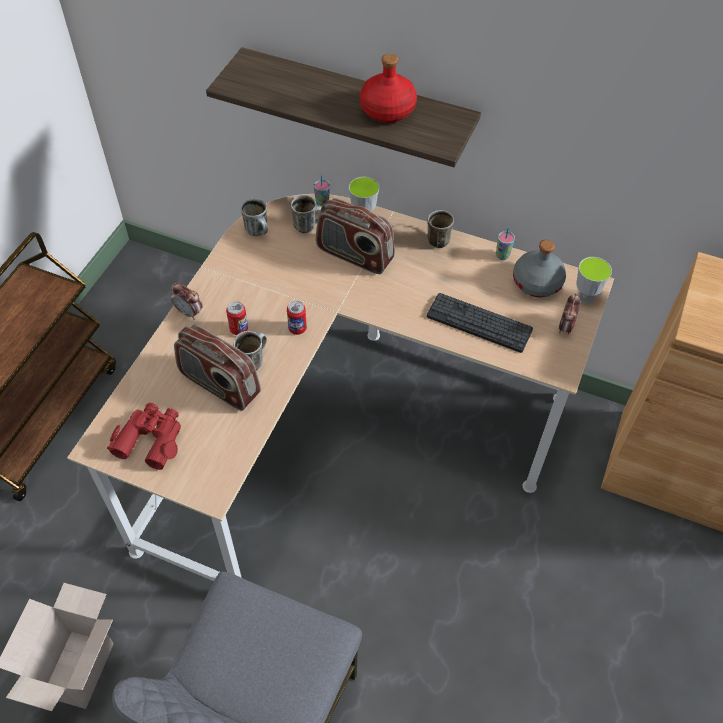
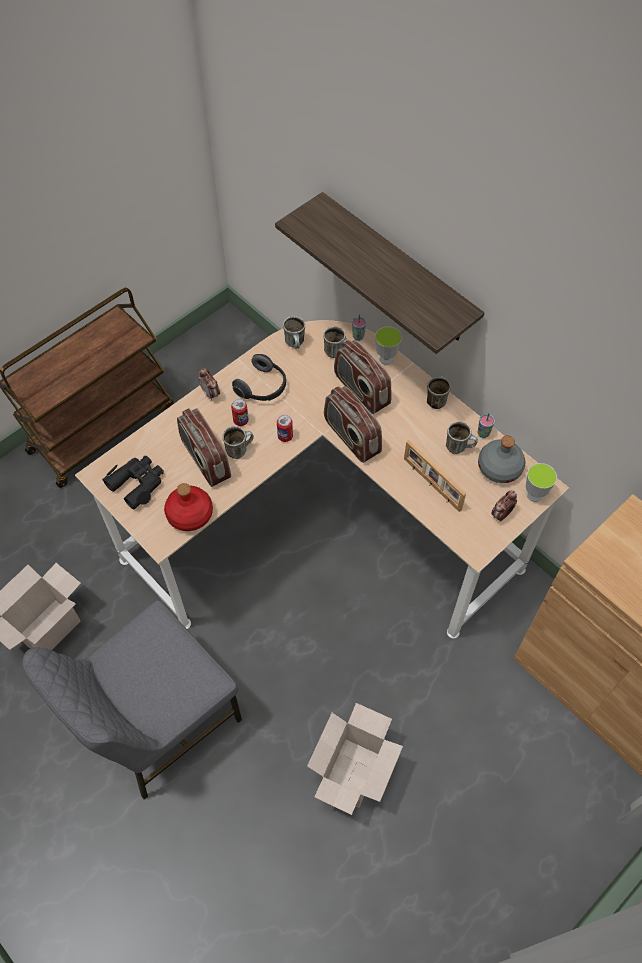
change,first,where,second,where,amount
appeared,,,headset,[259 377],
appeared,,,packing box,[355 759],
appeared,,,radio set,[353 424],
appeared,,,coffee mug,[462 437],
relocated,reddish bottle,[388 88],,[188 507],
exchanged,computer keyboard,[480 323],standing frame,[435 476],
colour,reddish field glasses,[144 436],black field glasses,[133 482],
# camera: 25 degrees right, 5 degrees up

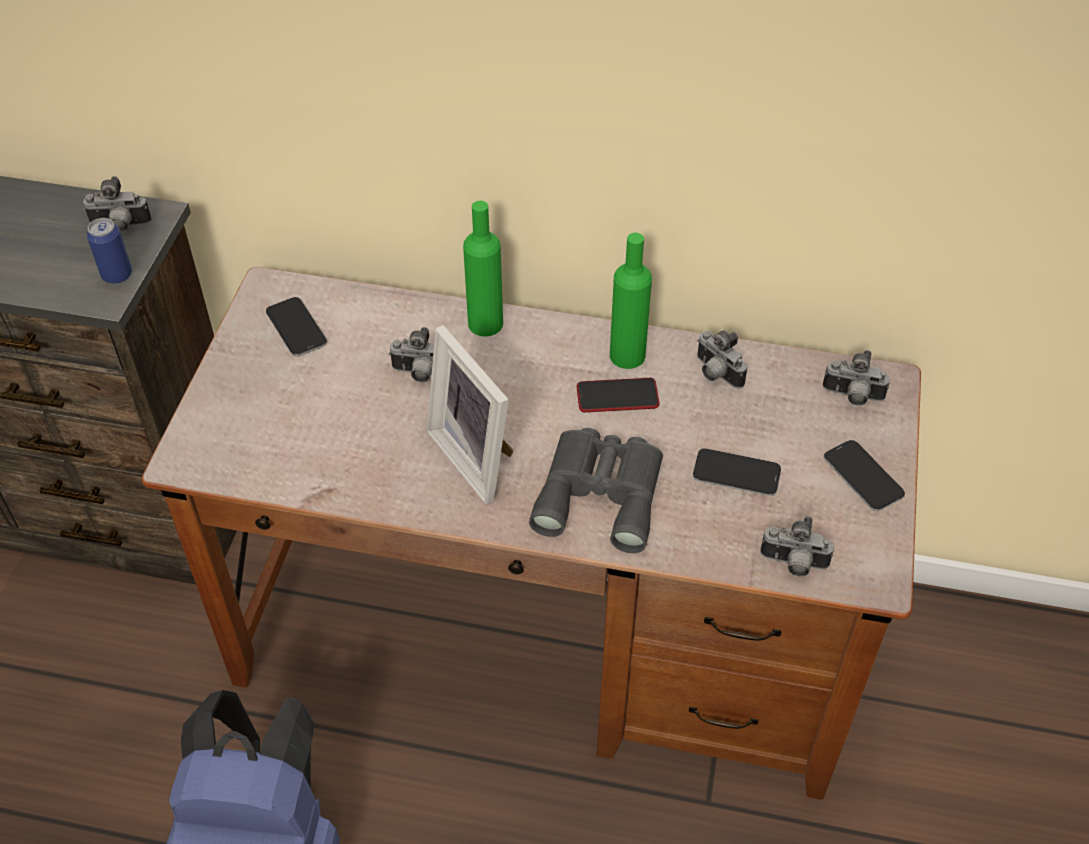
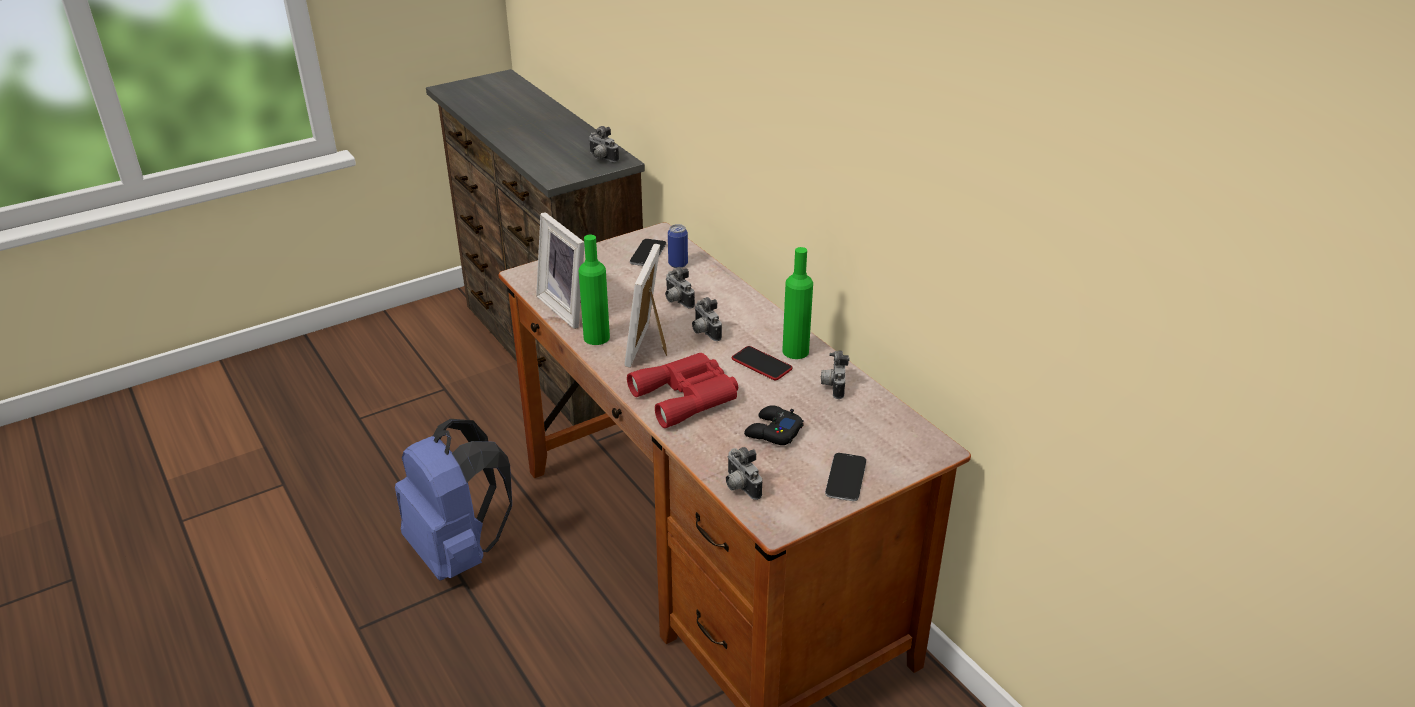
change,first,where,second,where,amount
appeared,,,standing frame,[560 270],
relocated,can,[109 251],,[678 246],
relocated,green-coloured bottle,[483 269],,[594 290],
relocated,still camera,[856 378],,[707 319],
exchanged,handset,[737 472],black gamepad,[774 425],
colour,grey field glasses,[596 490],reddish field glasses,[682 390],
# camera: 45 degrees right, 15 degrees down

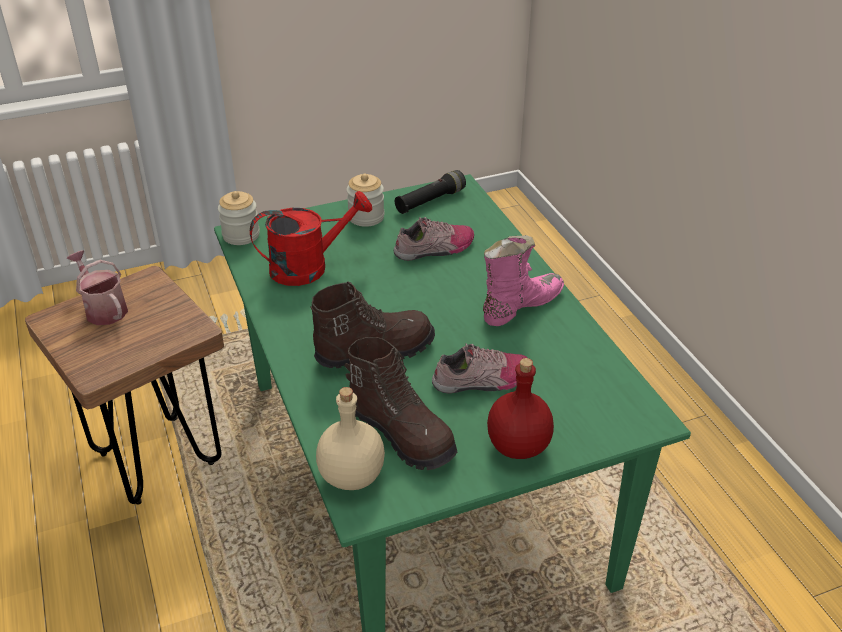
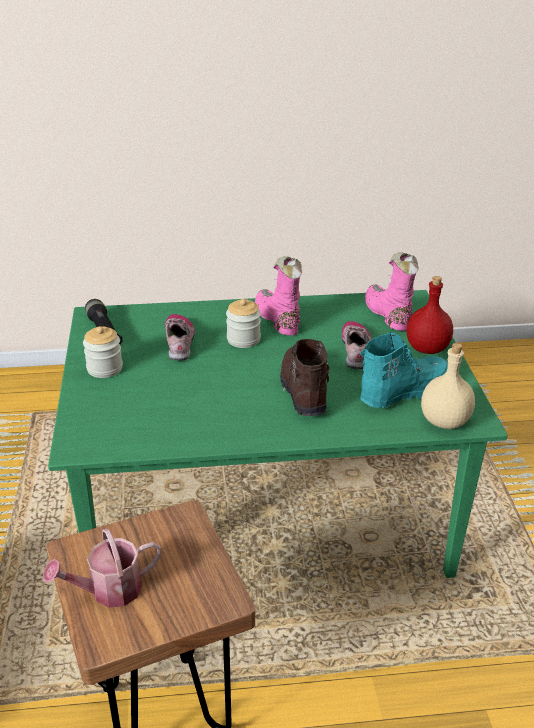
change,first,where,second,where,amount
missing,reddish sprinkling can,[311 238],,,
appeared,,,pink high-top boot,[392 291],
relocated,preserve jar,[239 218],,[243 323],
colour,brown high-top boot,[401 403],blue-green high-top boot,[404 370],
# camera: 75 degrees left, 5 degrees down

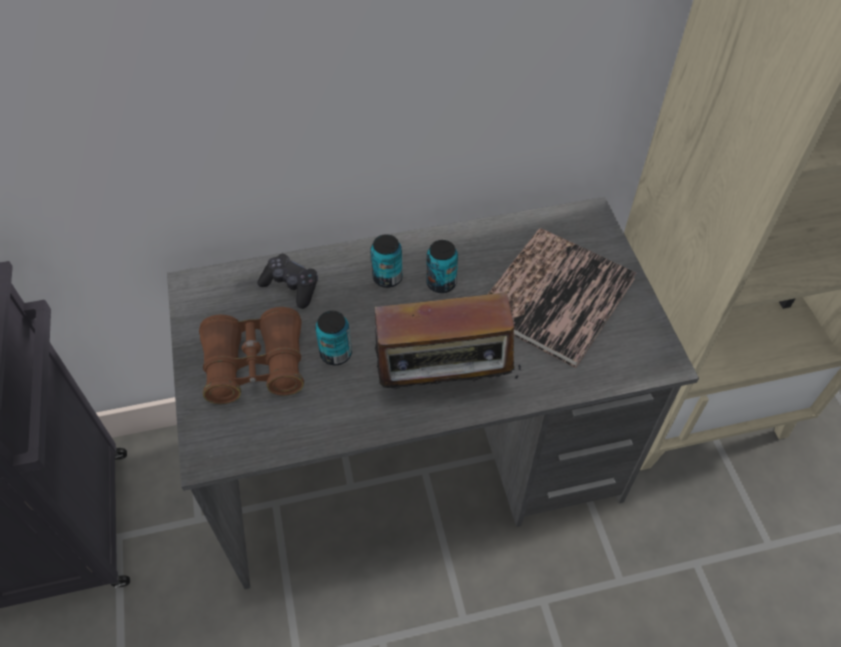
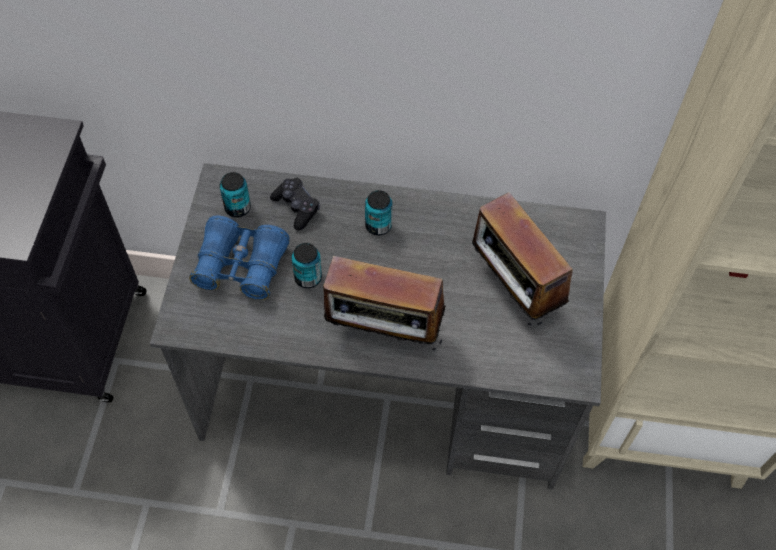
change,first,where,second,where,amount
relocated,can,[442 266],,[235 194],
exchanged,book,[562 298],radio set,[522 259],
colour,brown field glasses,[251 355],blue field glasses,[239 258],
# camera: 20 degrees right, 5 degrees up

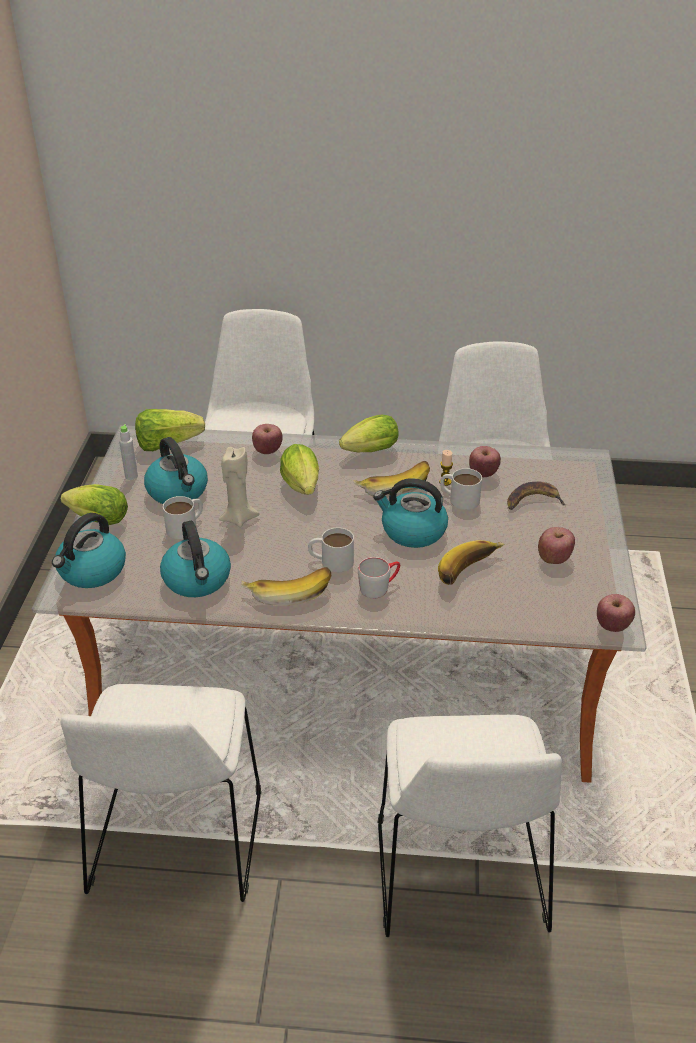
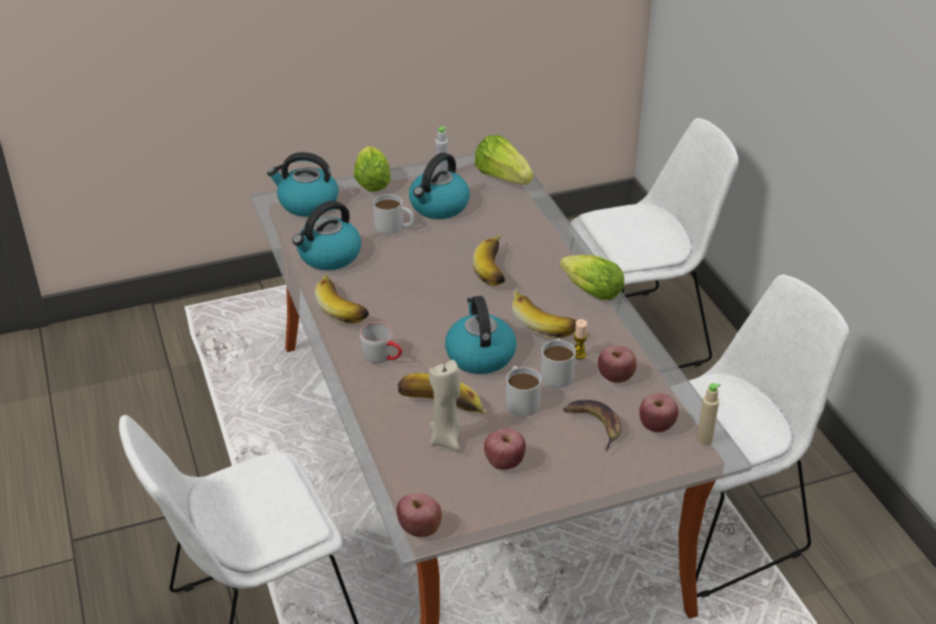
change,first,where,second,where,amount
missing,whitish upright chair,[161 793],,,
appeared,,,beige-coloured bottle,[709 414],
relocated,beige-coloured candle,[239 487],,[445 405],
relocated,whole apple,[267 439],,[659 412],
relocated,whitish coffee mug,[331 549],,[523 391],
exchanged,head of lettuce,[299 469],banana fruit,[489 260],
# camera: 65 degrees right, 0 degrees up

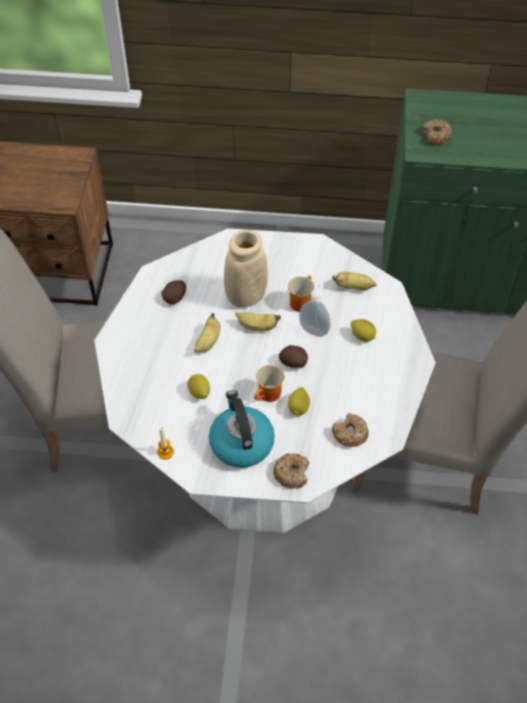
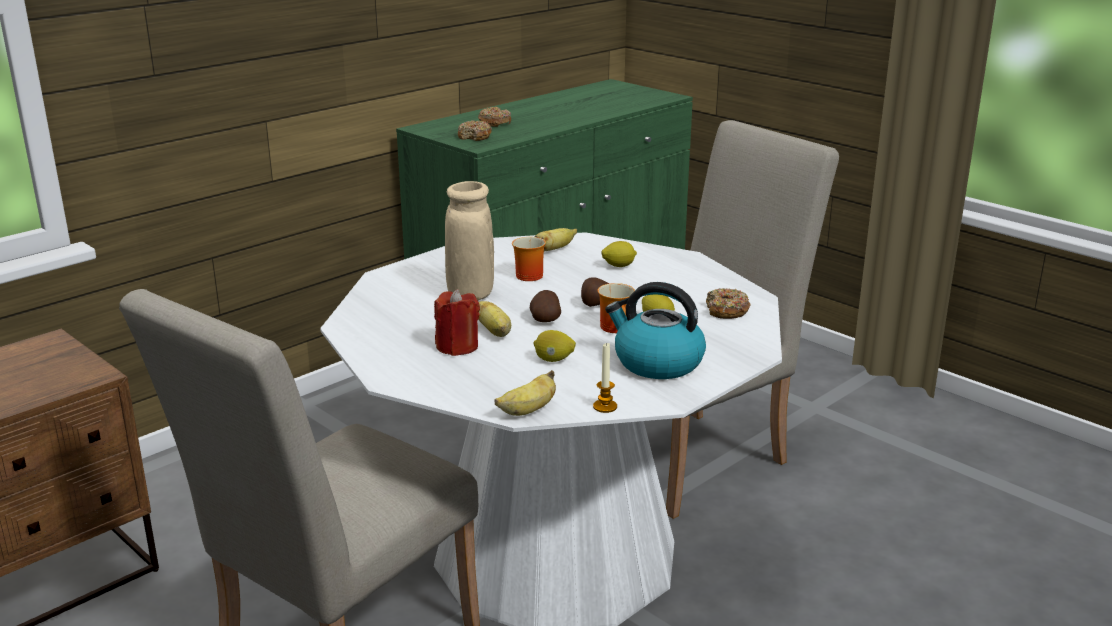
change,first,where,second,where,amount
missing,liquid soap bottle,[315 311],,,
appeared,,,reddish candle,[457 322],
relocated,potato,[173 292],,[545 306],
relocated,banana fruit,[258 321],,[525 393],
relocated,doughnut,[291 471],,[494 117],
# camera: 50 degrees left, 30 degrees down

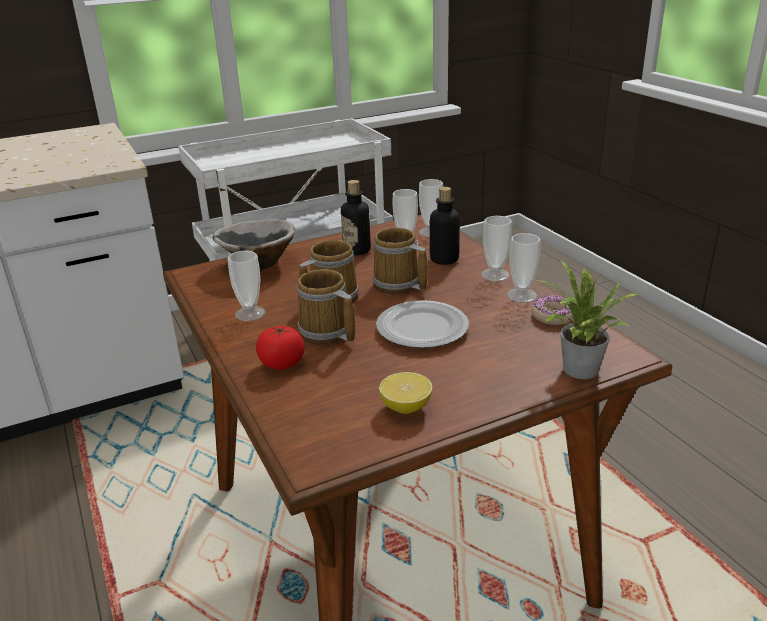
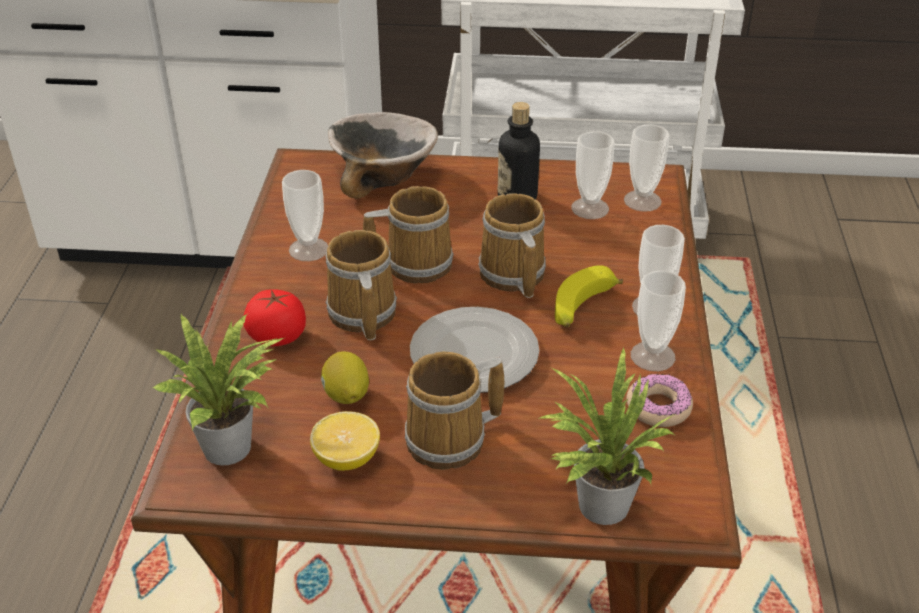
change,first,where,second,where,amount
missing,bottle,[444 226],,,
appeared,,,potted plant,[218 389],
appeared,,,whole lemon,[345 377],
appeared,,,coffee mug,[454 410],
appeared,,,banana fruit,[589 296],
# camera: 30 degrees right, 10 degrees up

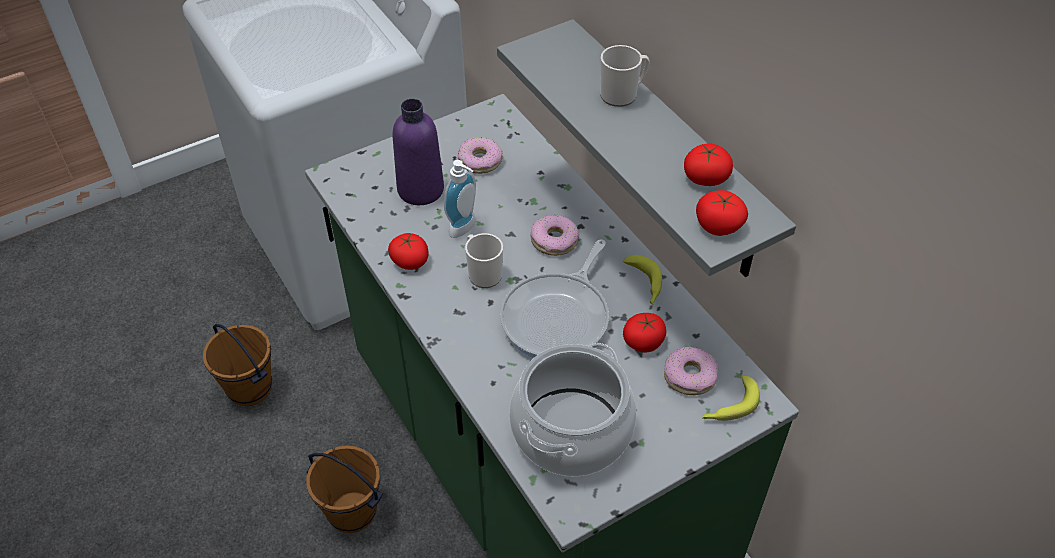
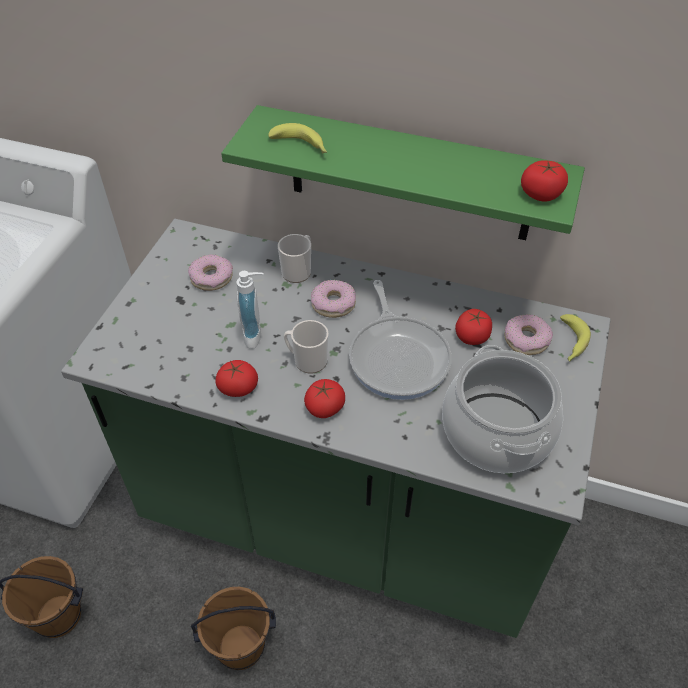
change,first,where,second,where,amount
missing,purple bottle,[418 152],,,
relocated,coffee mug,[625 76],,[294 258],
relocated,banana fruit,[642 280],,[297 138],
relocated,fresh tomato,[708 165],,[324 398],
colour,grey shelf,[646 148],green-coloured shelf,[403 172],
# camera: 40 degrees left, 0 degrees up

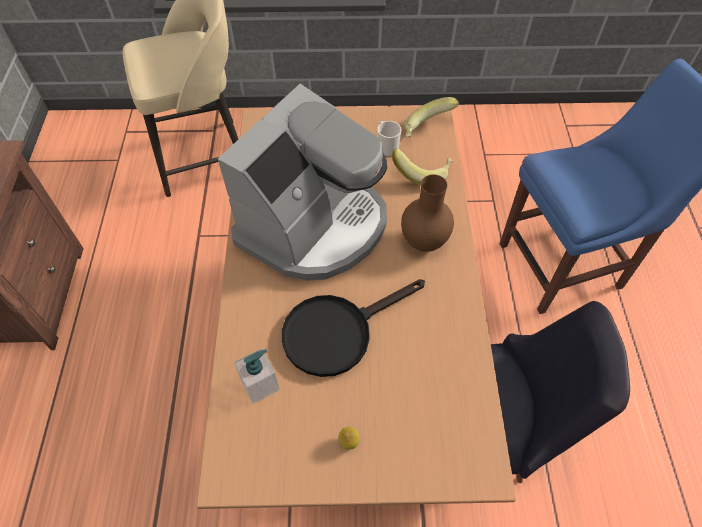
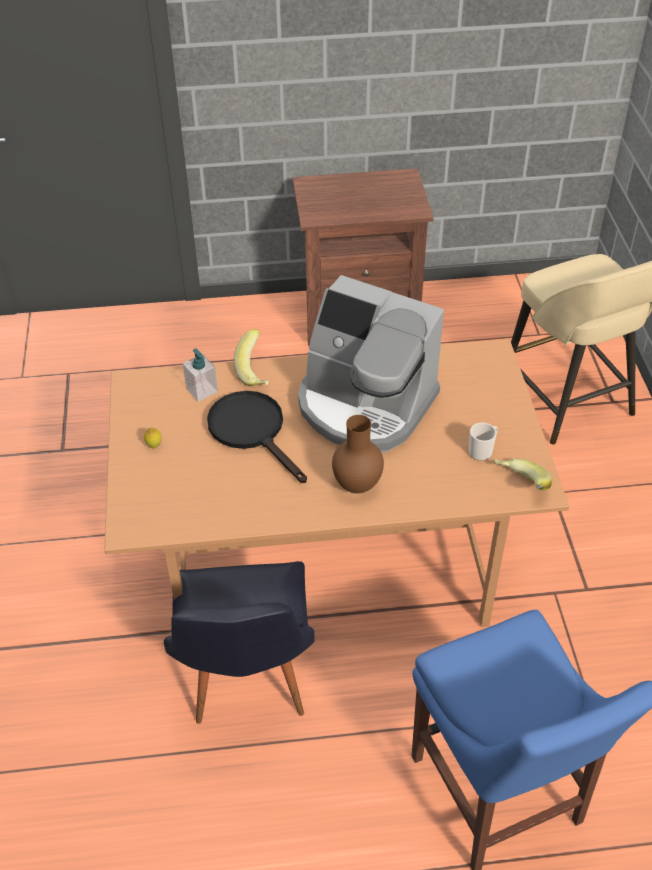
change,first,where,second,where,amount
relocated,banana fruit,[422 166],,[251 357],
# camera: 85 degrees right, 10 degrees down

